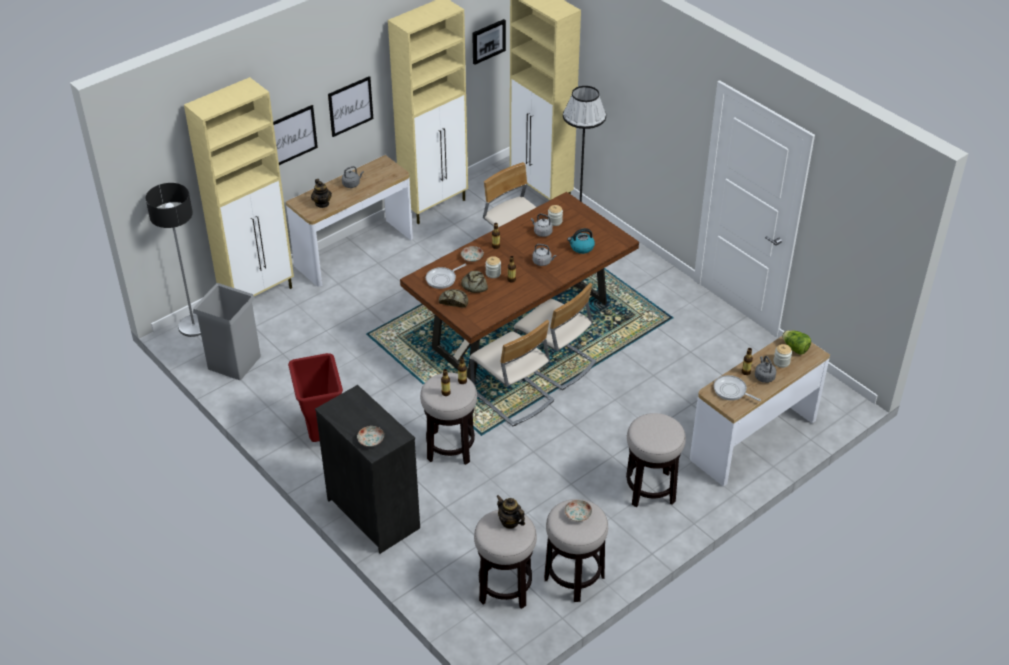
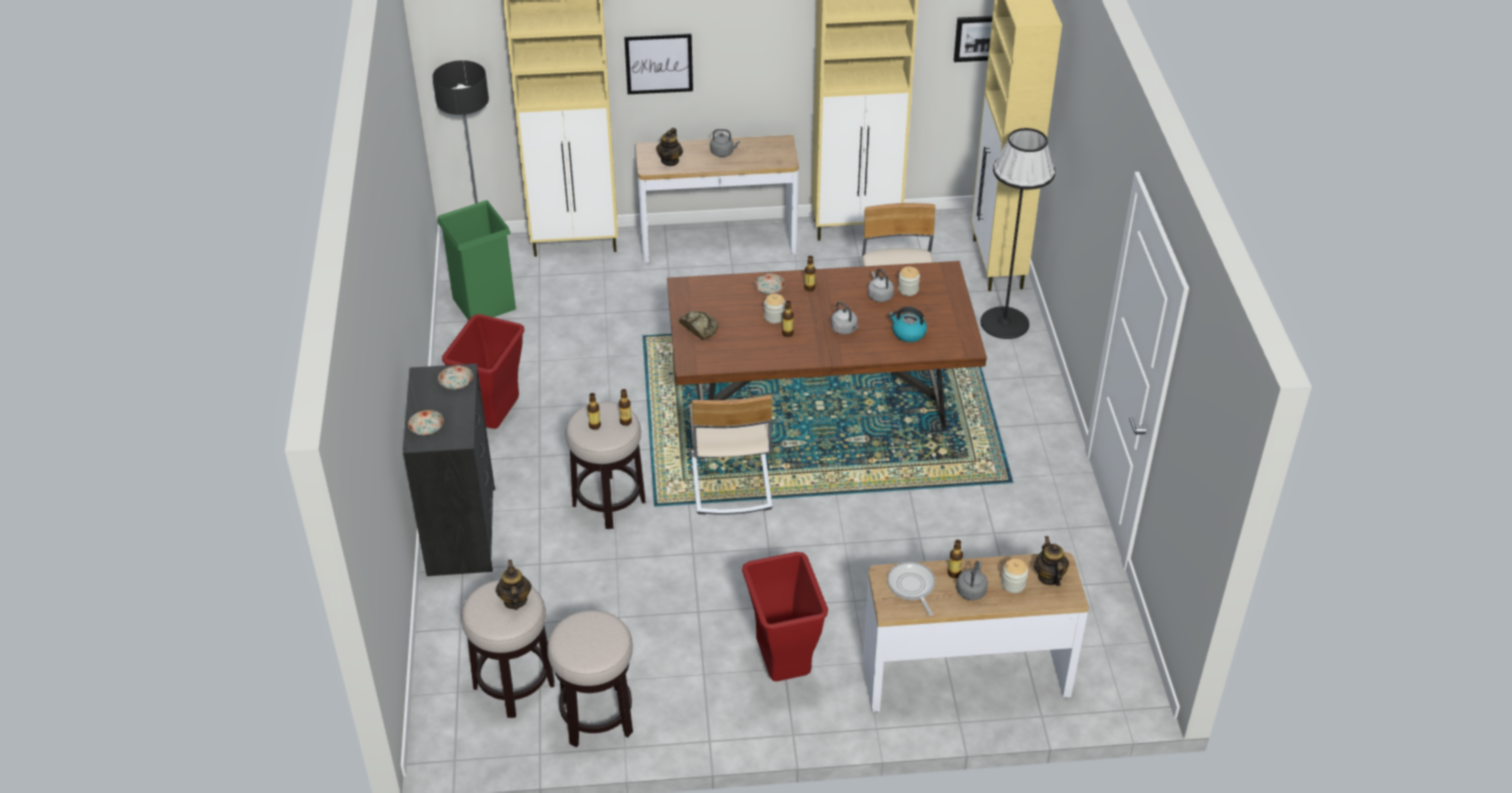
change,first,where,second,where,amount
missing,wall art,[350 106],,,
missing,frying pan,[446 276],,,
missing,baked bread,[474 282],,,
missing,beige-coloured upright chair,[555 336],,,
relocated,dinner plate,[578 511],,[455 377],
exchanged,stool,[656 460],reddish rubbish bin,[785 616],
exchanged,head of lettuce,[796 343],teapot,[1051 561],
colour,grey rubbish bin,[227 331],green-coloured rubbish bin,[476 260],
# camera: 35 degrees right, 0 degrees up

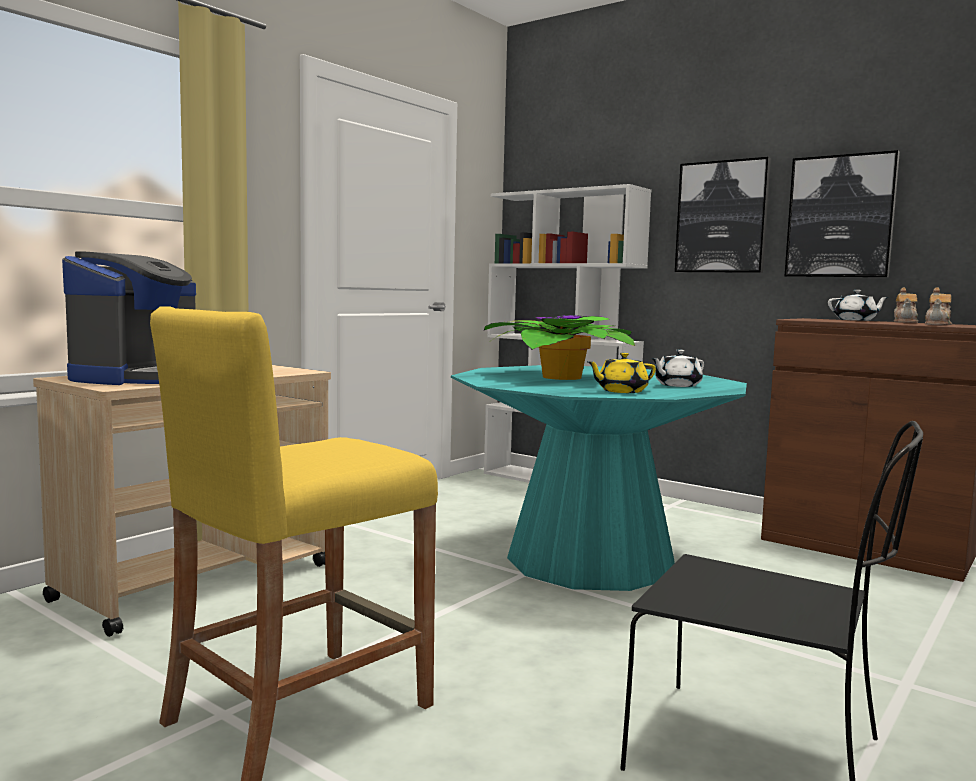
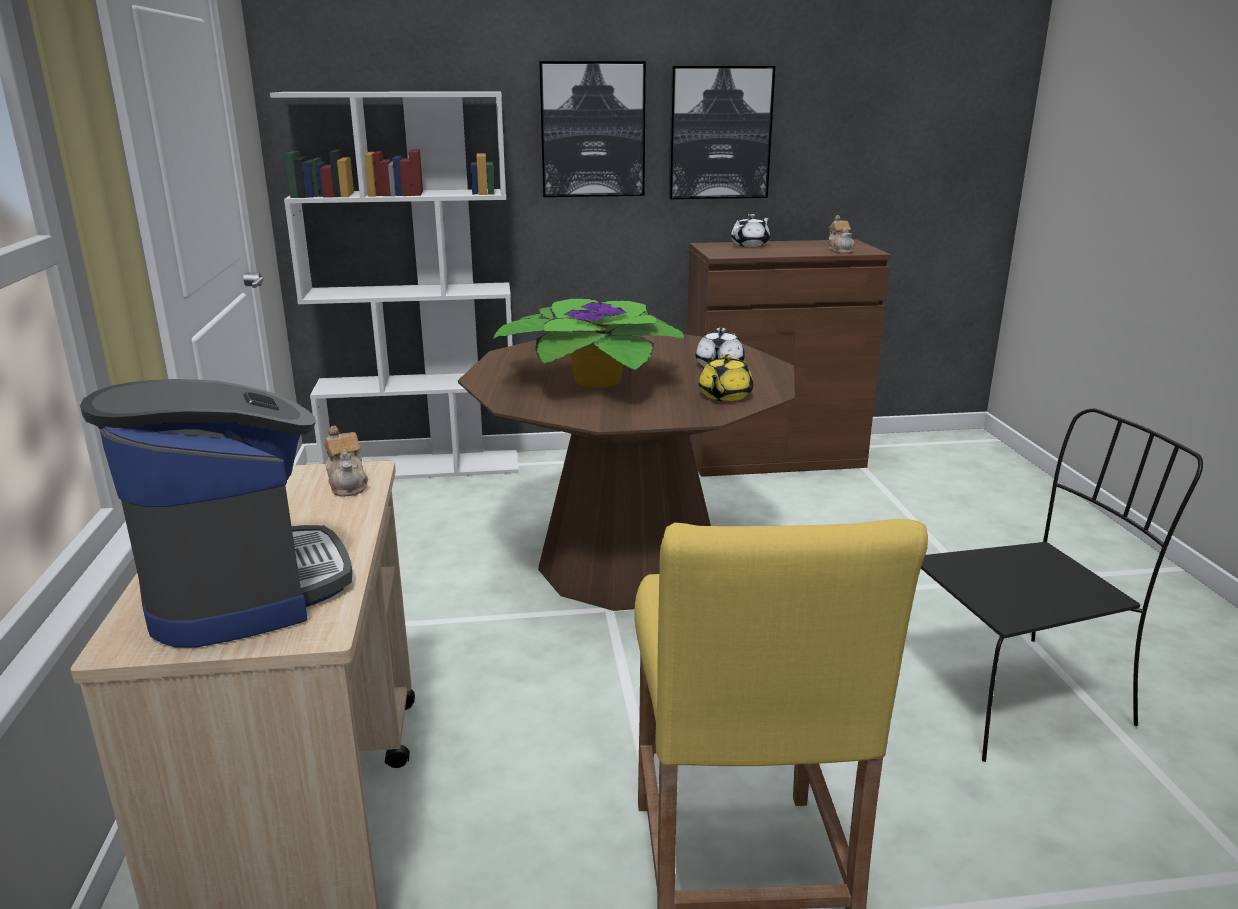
change,first,where,second,where,amount
relocated,teapot,[906 305],,[346 461],
colour,blue-green dining table,[599 478],brown dining table,[626 472],
# camera: 45 degrees left, 15 degrees up

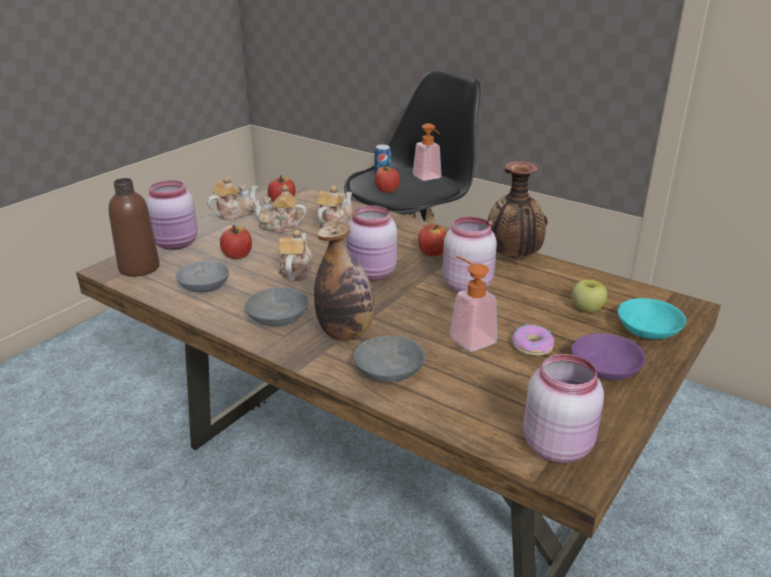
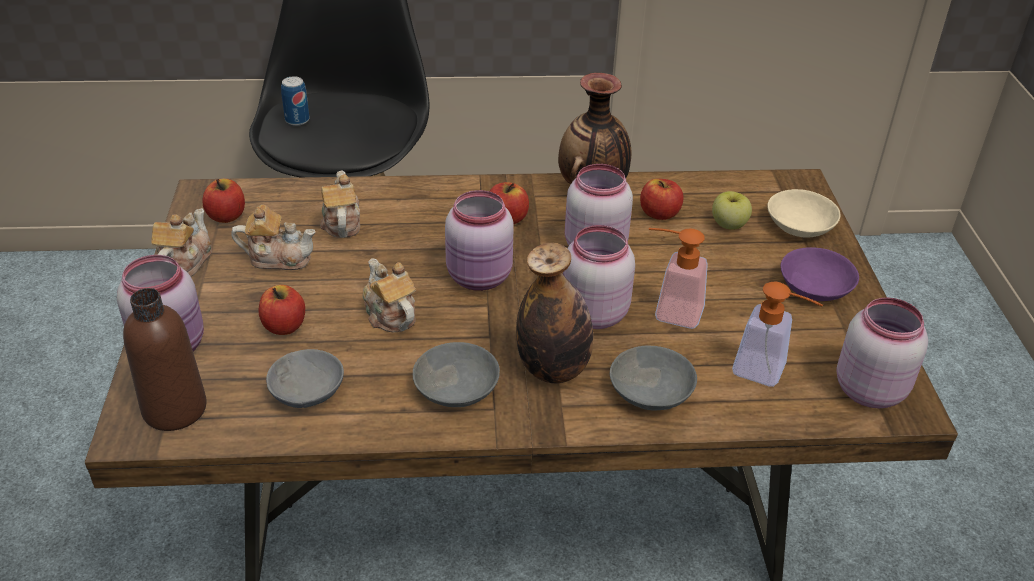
change,first,where,second,where,amount
missing,doughnut,[533 340],,,
appeared,,,pink preserve jar,[599 277],
relocated,whole apple,[387 179],,[661 199],
relocated,liquid soap bottle,[427 152],,[777 334],
colour,blue-green bowl,[652 318],beige-coloured bowl,[804 213],
spun,teapot,[279 208],,[273 237],150 degrees counterclockwise
# camera: 40 degrees left, 10 degrees up

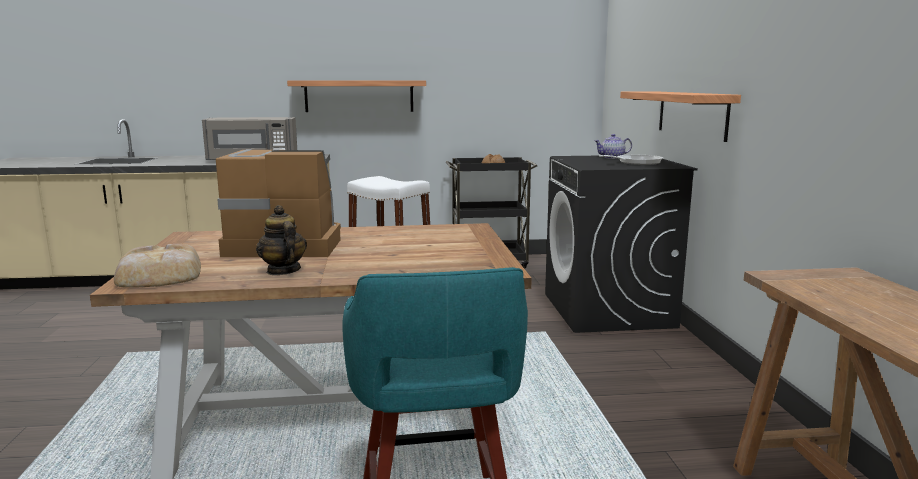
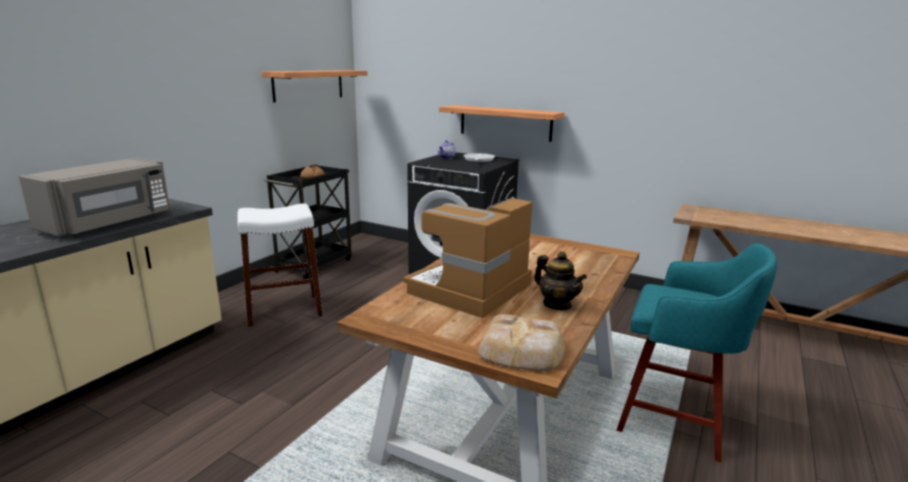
change,first,where,second,where,amount
relocated,shelf,[356 96],,[314 86],
spun,teapot,[281 240],,[560 280],135 degrees counterclockwise
# camera: 55 degrees left, 5 degrees up

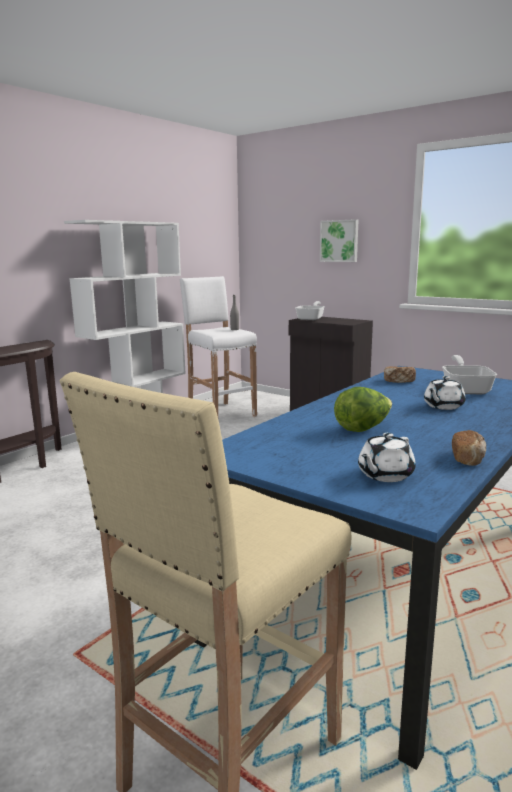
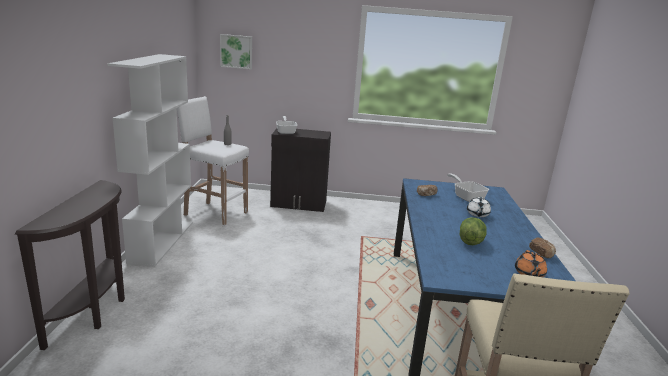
change,first,where,second,where,amount
relocated,wall art,[339 240],,[236 51],
colour,whitish teapot,[387 457],orange teapot,[531 263],
# camera: 35 degrees left, 5 degrees up

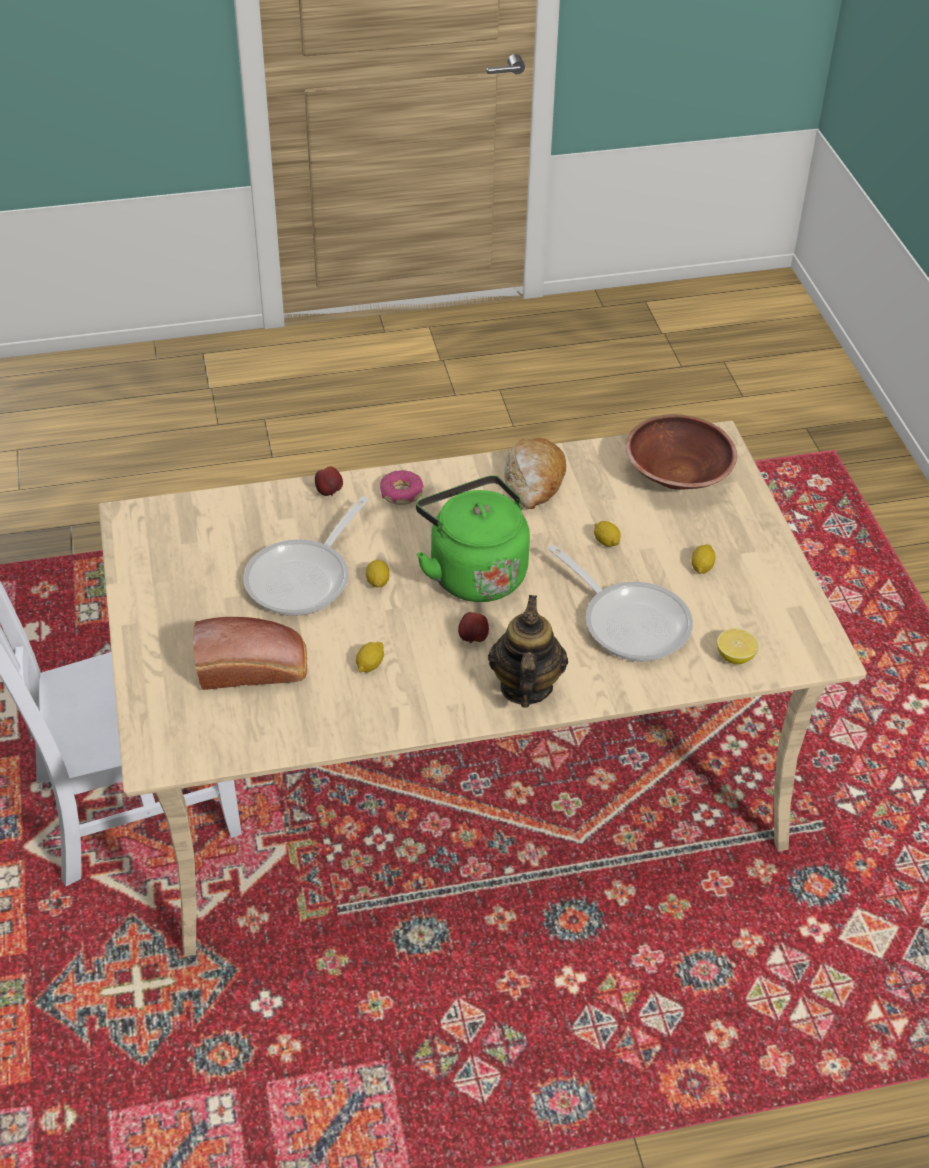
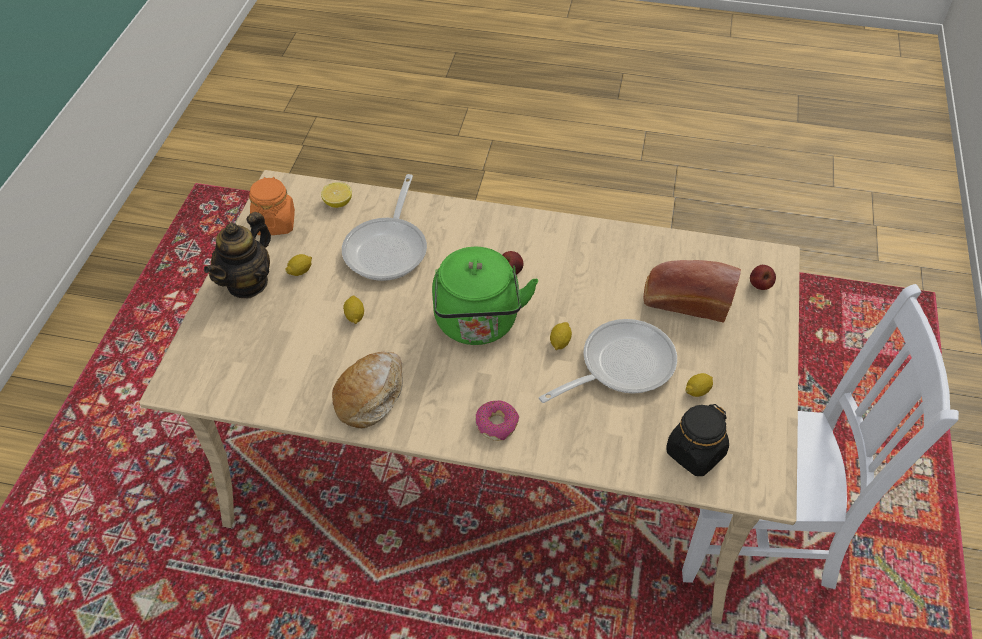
change,first,where,second,where,amount
missing,brown bowl,[681 452],,,
appeared,,,orange preserve jar,[272 205],
appeared,,,black preserve jar,[697 440],
relocated,whole apple,[329 481],,[763 277],
relocated,whole lemon,[370 657],,[699 385],
relocated,teapot,[528 651],,[237 255],
spun,frying pan,[620 603],,[384 227],150 degrees counterclockwise
# camera: 155 degrees left, 5 degrees up

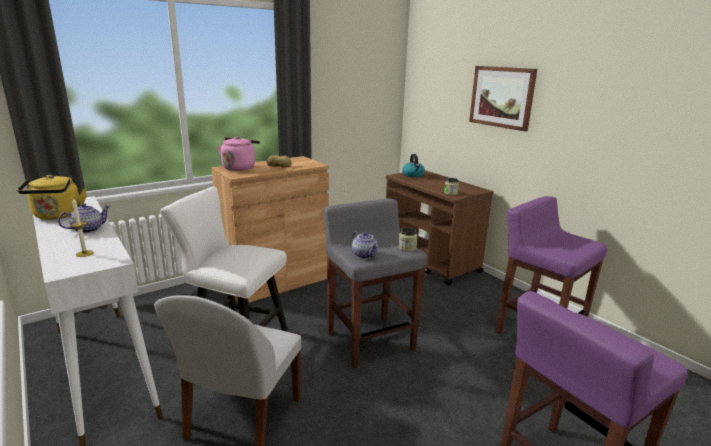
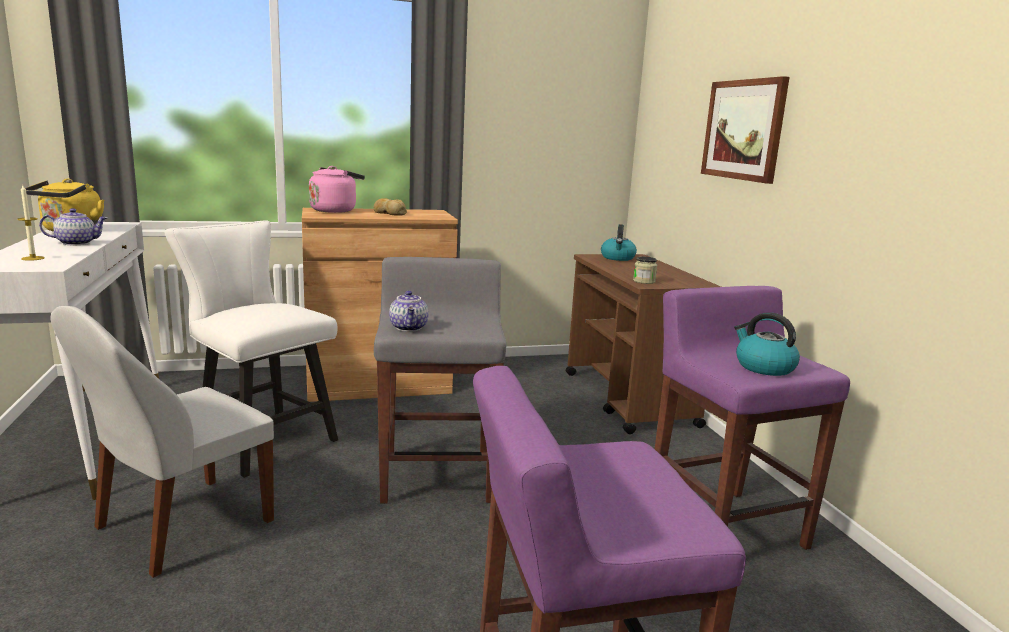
change,first,where,second,where,amount
missing,preserve jar,[408 239],,,
appeared,,,water kettle,[767 344],
# camera: 20 degrees right, 5 degrees down

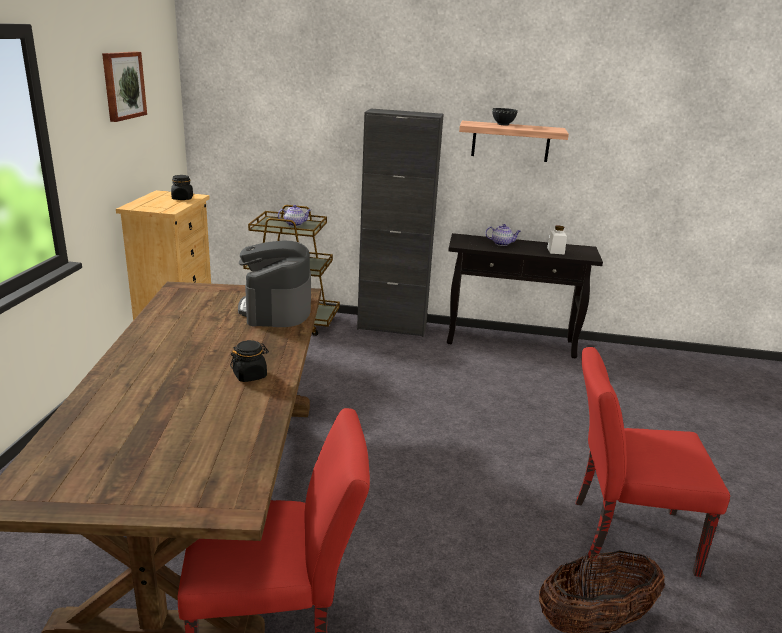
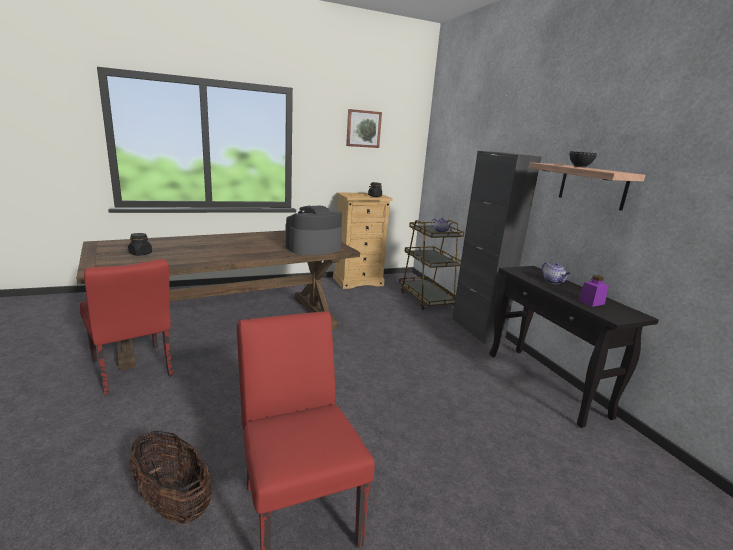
change,first,where,second,where,amount
relocated,black preserve jar,[249 361],,[140 244],
colour,whitish preserve jar,[557 240],purple preserve jar,[593 291],
# camera: 60 degrees right, 5 degrees down

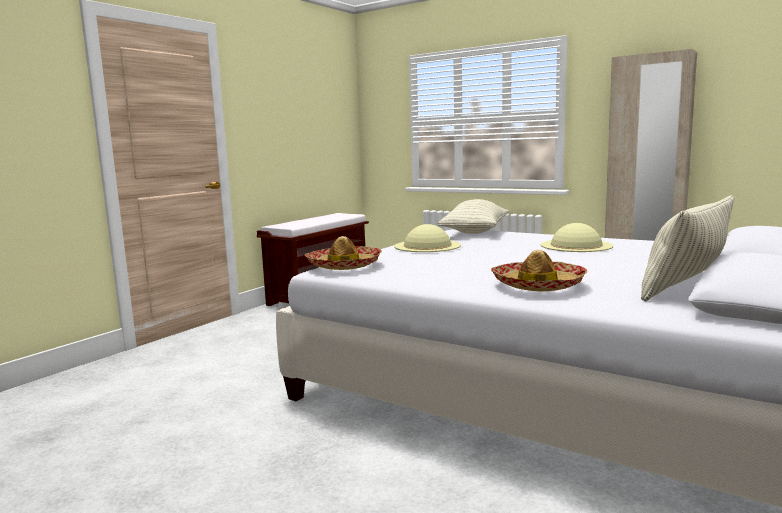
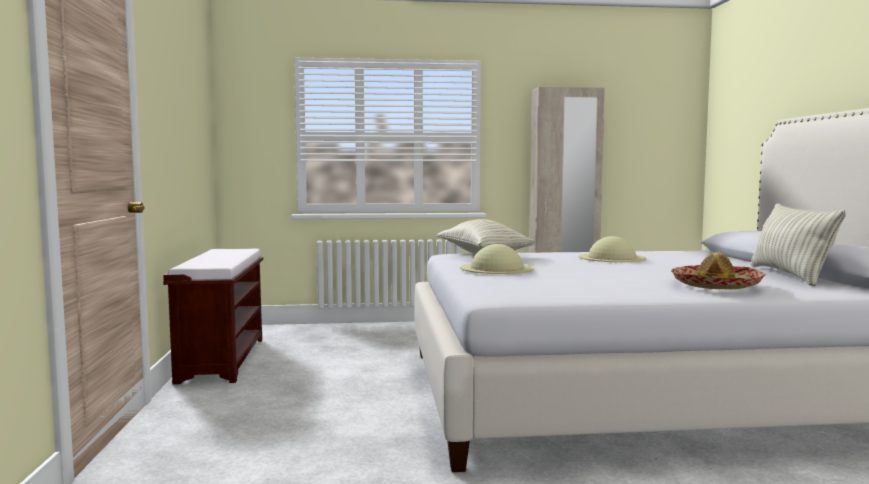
change,first,where,second,where,amount
missing,wearable hat,[343 253],,,
# camera: 40 degrees left, 5 degrees down

